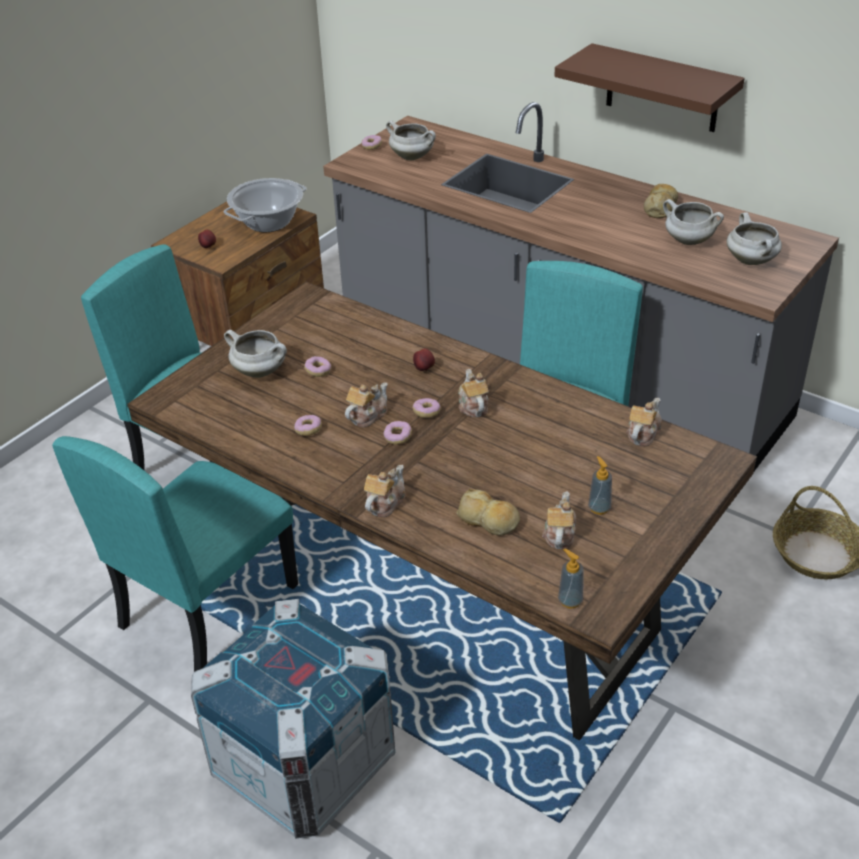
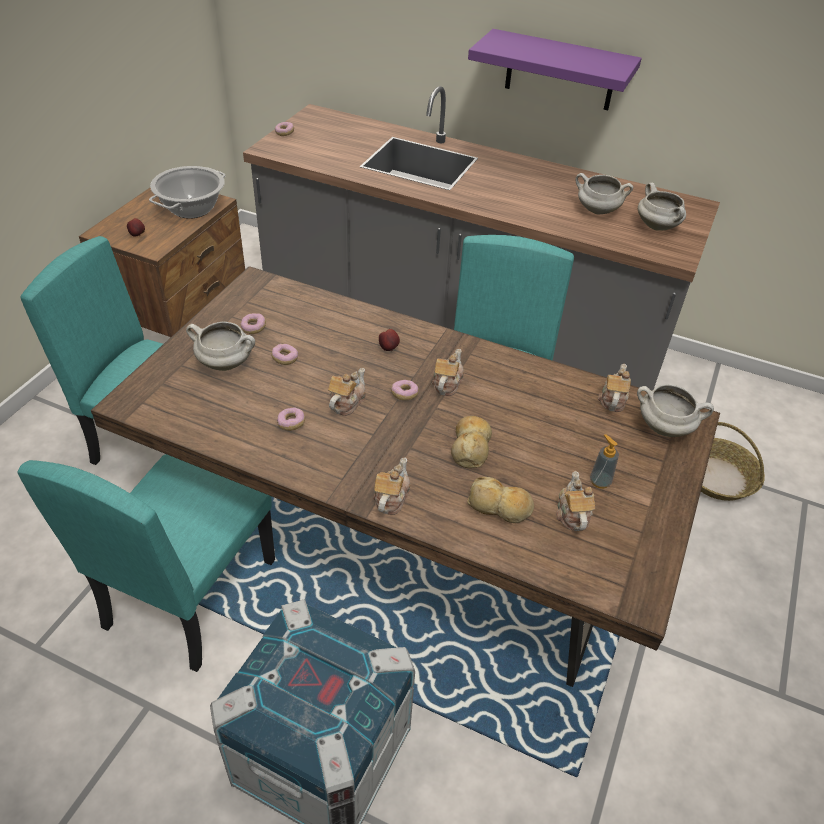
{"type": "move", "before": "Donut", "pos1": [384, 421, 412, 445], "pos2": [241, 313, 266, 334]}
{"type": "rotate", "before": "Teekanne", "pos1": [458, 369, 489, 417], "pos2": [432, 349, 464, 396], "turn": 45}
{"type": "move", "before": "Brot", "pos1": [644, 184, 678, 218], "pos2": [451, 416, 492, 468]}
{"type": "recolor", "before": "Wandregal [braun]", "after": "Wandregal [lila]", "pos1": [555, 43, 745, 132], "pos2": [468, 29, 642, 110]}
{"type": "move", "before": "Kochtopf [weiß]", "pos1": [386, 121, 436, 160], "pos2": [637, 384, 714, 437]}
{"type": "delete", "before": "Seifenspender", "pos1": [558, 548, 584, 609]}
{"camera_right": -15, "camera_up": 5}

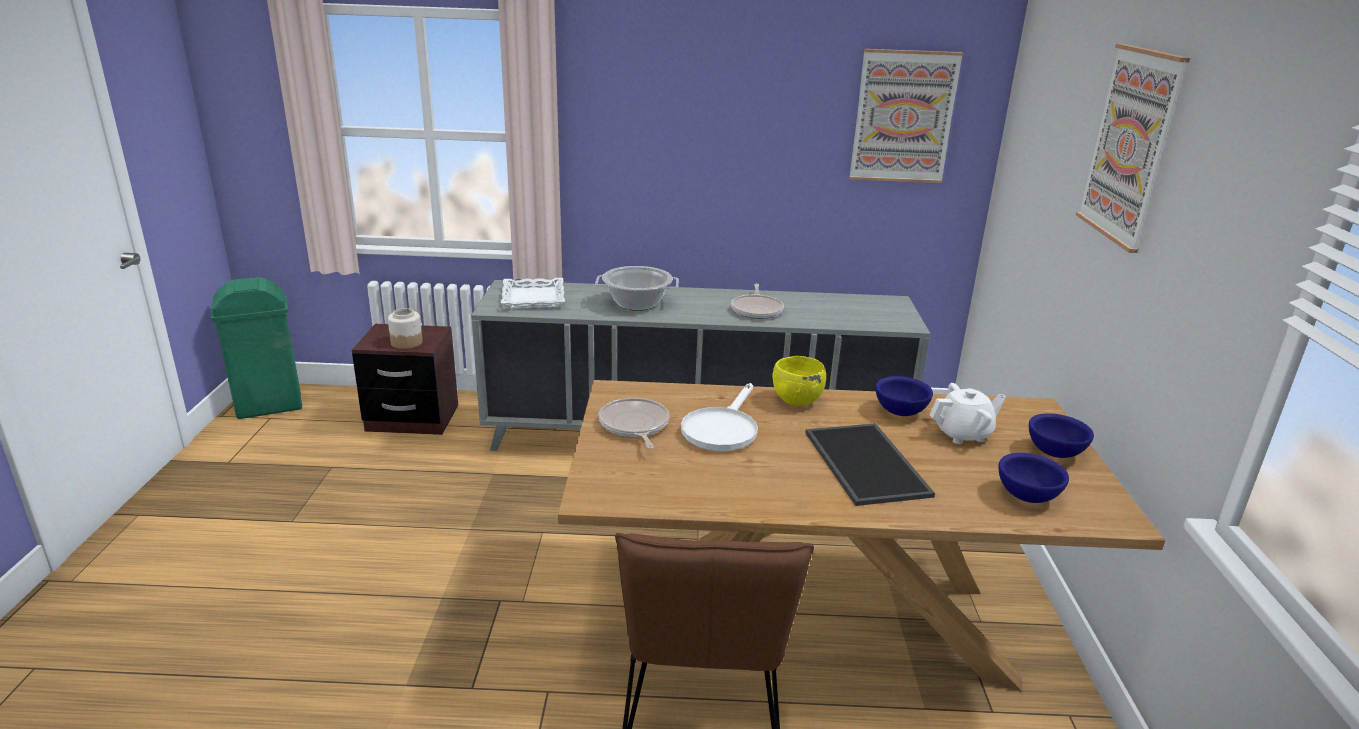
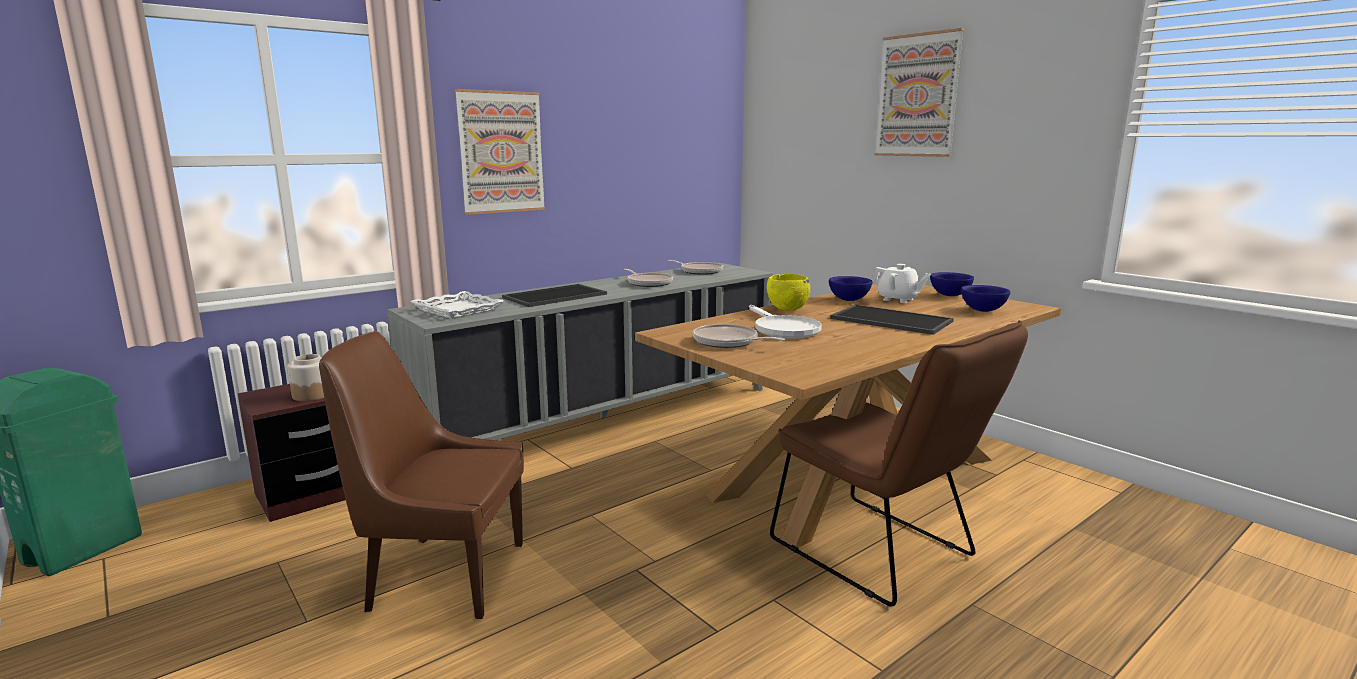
{"type": "insert", "after": "Stuhl [braun]", "pos2": [319, 331, 524, 619]}
{"type": "move", "before": "Bild", "pos1": [849, 49, 963, 183], "pos2": [455, 89, 545, 215]}
{"type": "replace", "before": "Kochtopf", "after": "Tablett", "pos1": [595, 266, 679, 311], "pos2": [502, 284, 607, 307]}
{"type": "insert", "after": "Pfanne", "pos2": [668, 260, 723, 275]}
{"type": "rotate", "before": "Teekanne [weiß]", "pos1": [929, 383, 1006, 444], "pos2": [872, 264, 931, 303], "turn": 90}
{"camera_right": -40, "camera_up": -10}

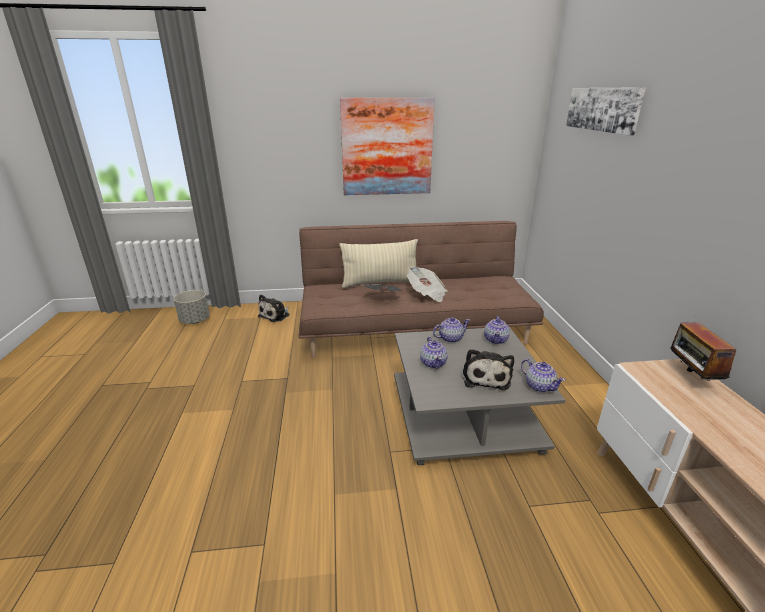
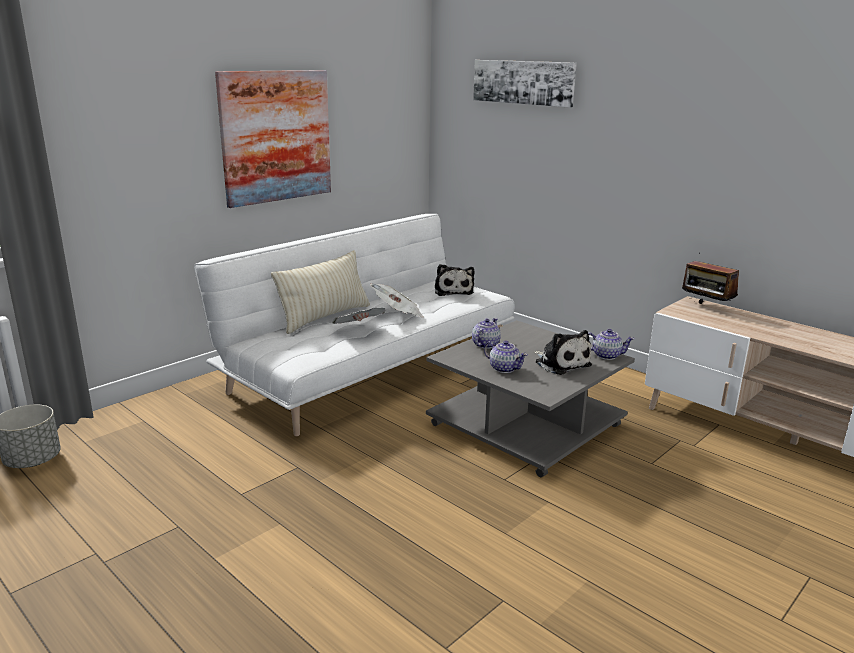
{"type": "recolor", "before": "Sofa [braun]", "after": "Sofa [weiß]", "pos1": [298, 221, 544, 358], "pos2": [194, 214, 514, 436]}
{"type": "move", "before": "Plüschtier", "pos1": [258, 295, 289, 322], "pos2": [435, 264, 474, 296]}
{"type": "delete", "before": "Teekanne", "pos1": [484, 316, 510, 344]}
{"camera_right": -40, "camera_up": -5}

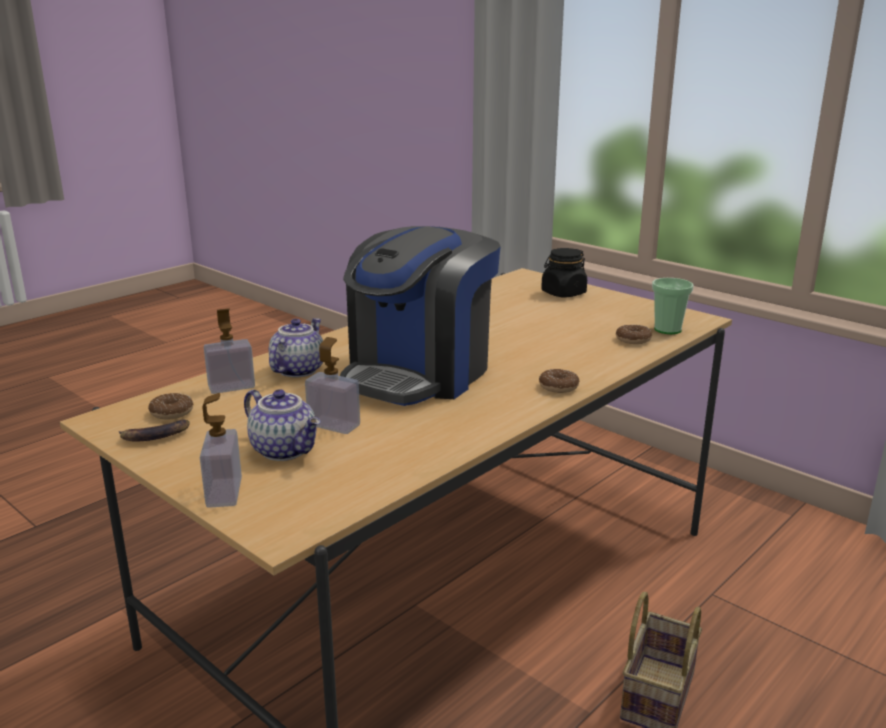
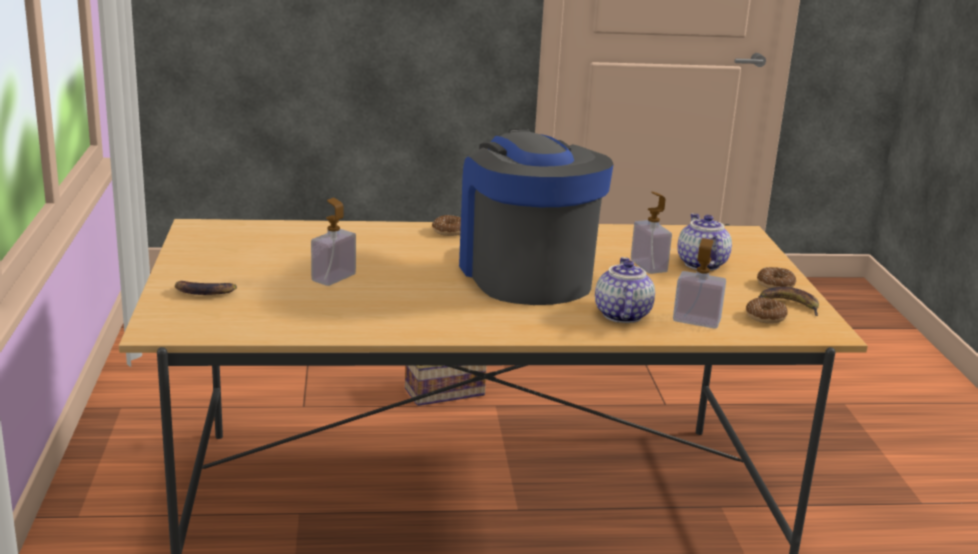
{"type": "replace", "before": "Vorratsglas [schwarz]", "after": "Banane", "pos1": [541, 248, 587, 298], "pos2": [175, 281, 237, 295]}
{"type": "move", "before": "Seifenspender", "pos1": [200, 393, 242, 508], "pos2": [311, 198, 356, 286]}
{"type": "rotate", "before": "Kaffeemaschine", "pos1": [340, 226, 501, 406], "pos2": [459, 129, 614, 305], "turn": -90}
{"type": "rotate", "before": "Teekanne", "pos1": [269, 318, 323, 377], "pos2": [595, 257, 655, 323], "turn": 120}
{"type": "move", "before": "Donut", "pos1": [616, 325, 652, 344], "pos2": [757, 267, 796, 289]}
{"type": "delete", "before": "Tasse", "pos1": [652, 278, 694, 334]}
{"camera_right": -140, "camera_up": 0}

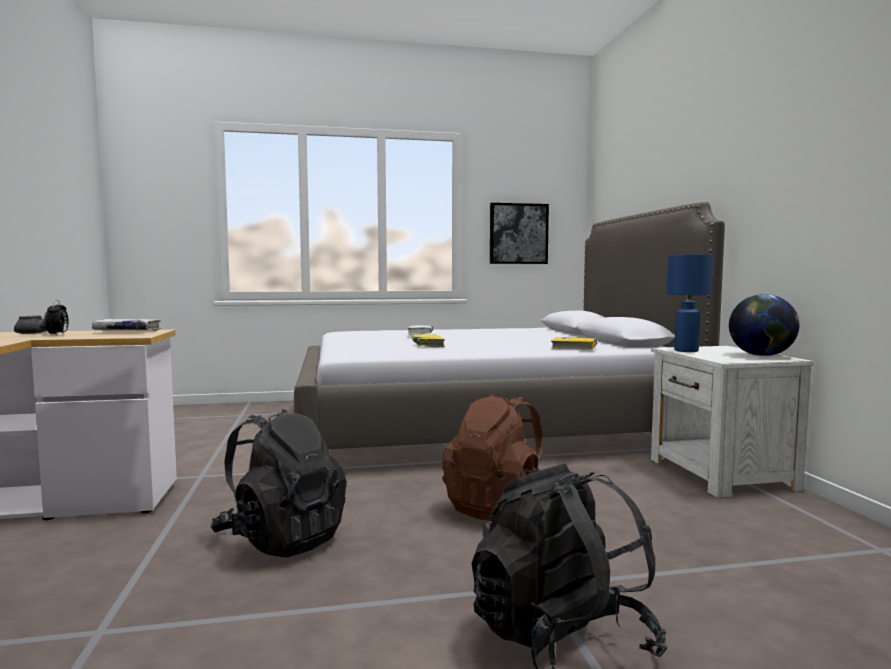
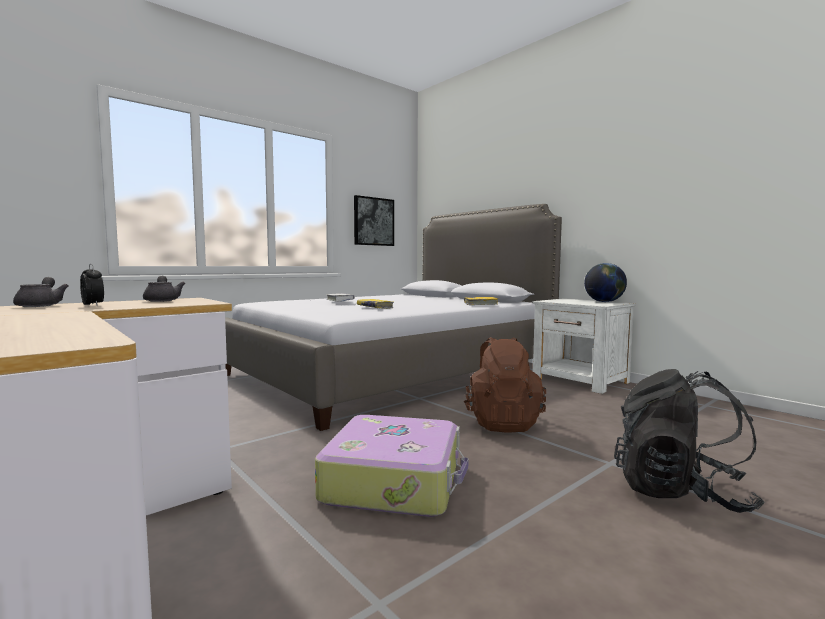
{"type": "replace", "before": "Buch [weiß]", "after": "Teekanne [grau]", "pos1": [92, 319, 161, 331], "pos2": [143, 276, 185, 302]}
{"type": "replace", "before": "Rucksack [schwarz]", "after": "Koffer", "pos1": [210, 409, 347, 557], "pos2": [315, 415, 468, 517]}
{"type": "delete", "before": "Tischlampe [blau]", "pos1": [667, 254, 713, 352]}
{"camera_right": -30, "camera_up": 0}

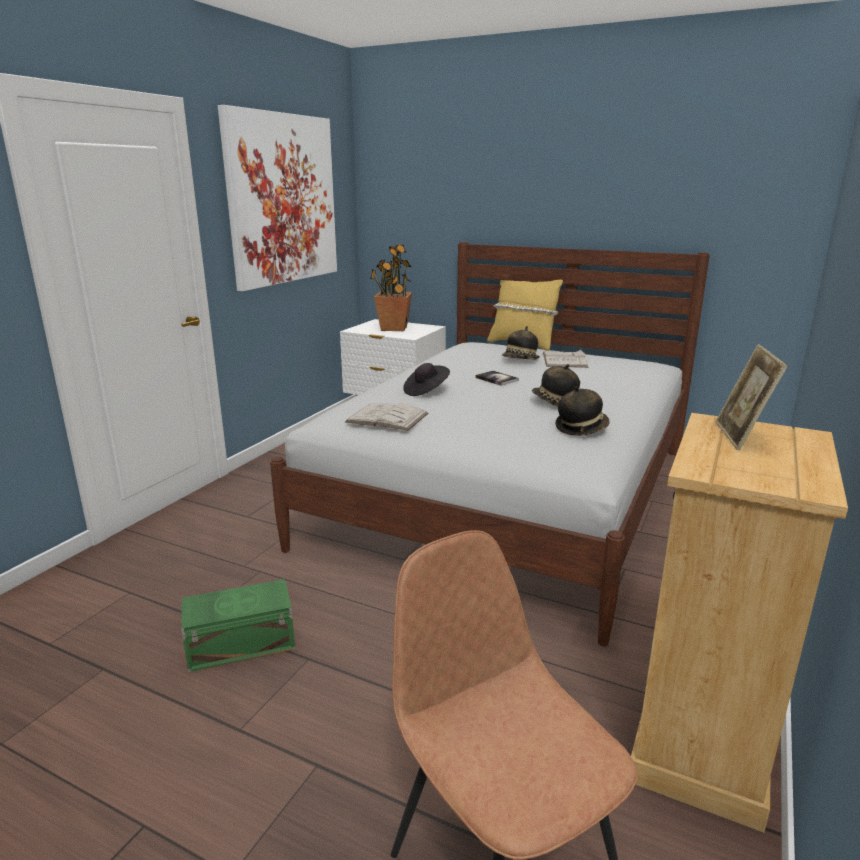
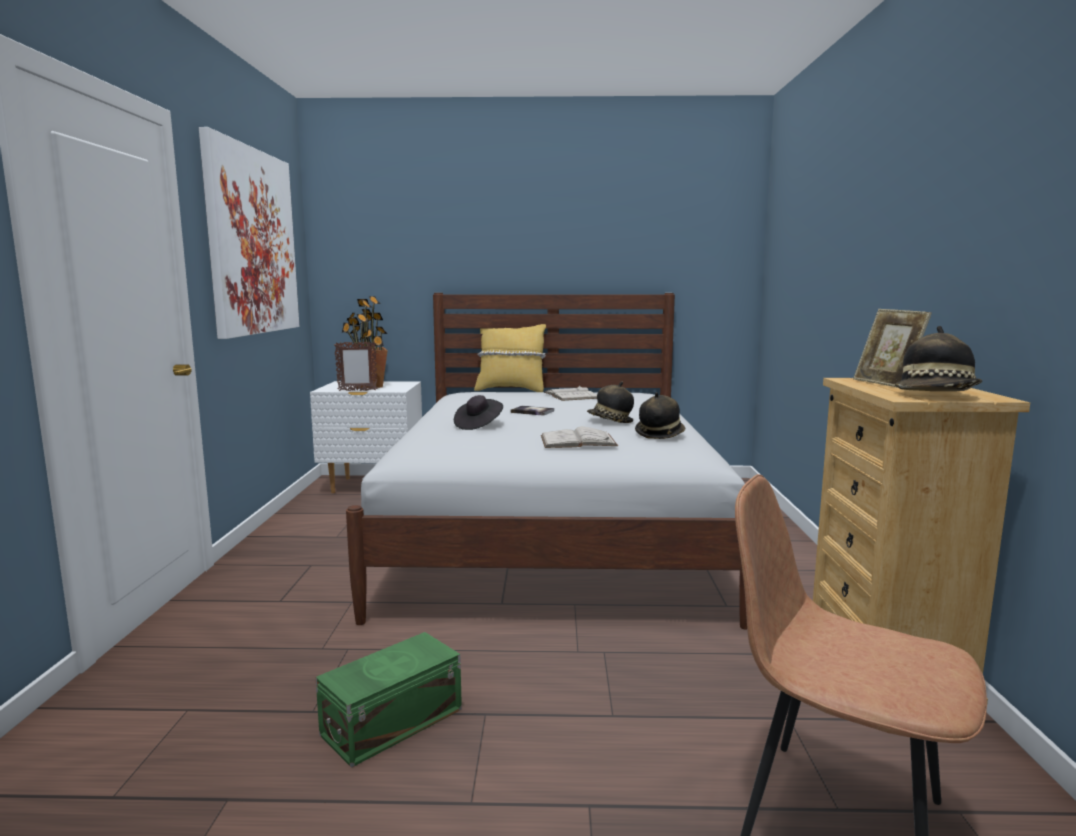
{"type": "insert", "after": "Bilderrahmen", "pos2": [334, 341, 378, 391]}
{"type": "move", "before": "Buch [weiß]", "pos1": [345, 403, 428, 431], "pos2": [541, 426, 618, 448]}
{"type": "move", "before": "Hut", "pos1": [502, 326, 540, 360], "pos2": [895, 326, 982, 391]}
{"camera_right": -25, "camera_up": -10}

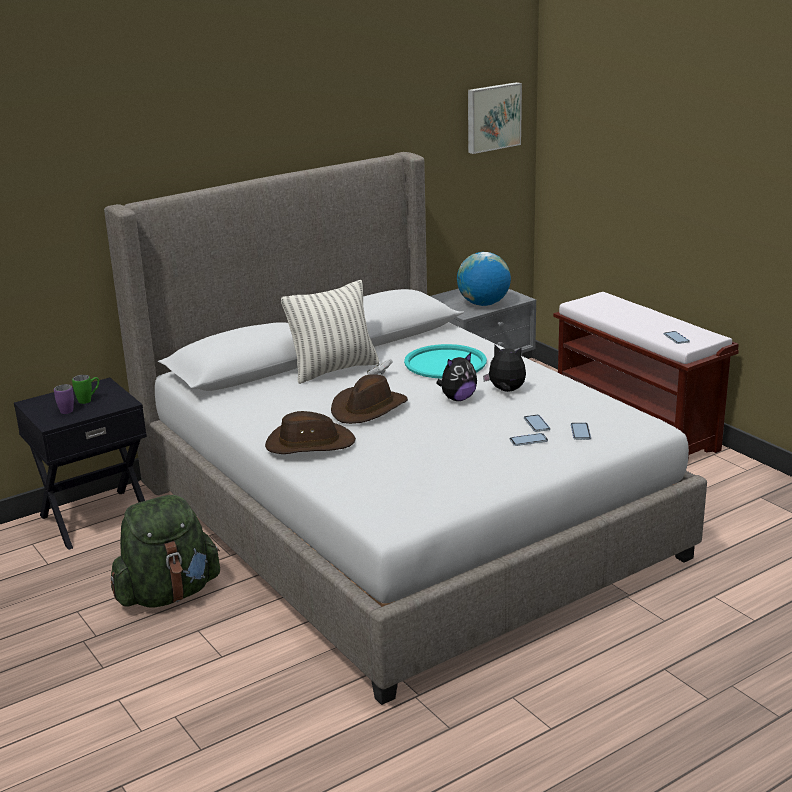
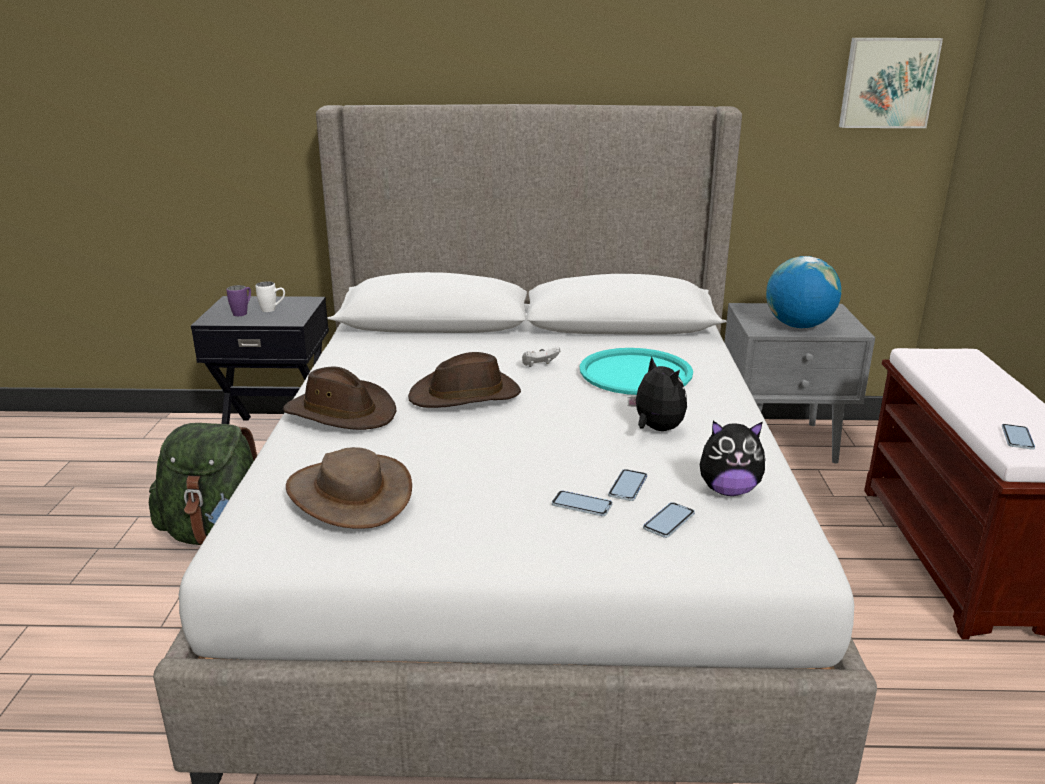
{"type": "recolor", "before": "Henkelbecher [grün]", "after": "Henkelbecher [weiß]", "pos1": [72, 375, 99, 404], "pos2": [255, 281, 285, 312]}
{"type": "insert", "after": "Hut [braun]", "pos2": [286, 447, 412, 529]}
{"type": "move", "before": "Plüschtier", "pos1": [436, 353, 477, 401], "pos2": [700, 421, 766, 496]}
{"type": "delete", "before": "Kissen", "pos1": [281, 280, 379, 384]}
{"camera_right": 35, "camera_up": 0}

